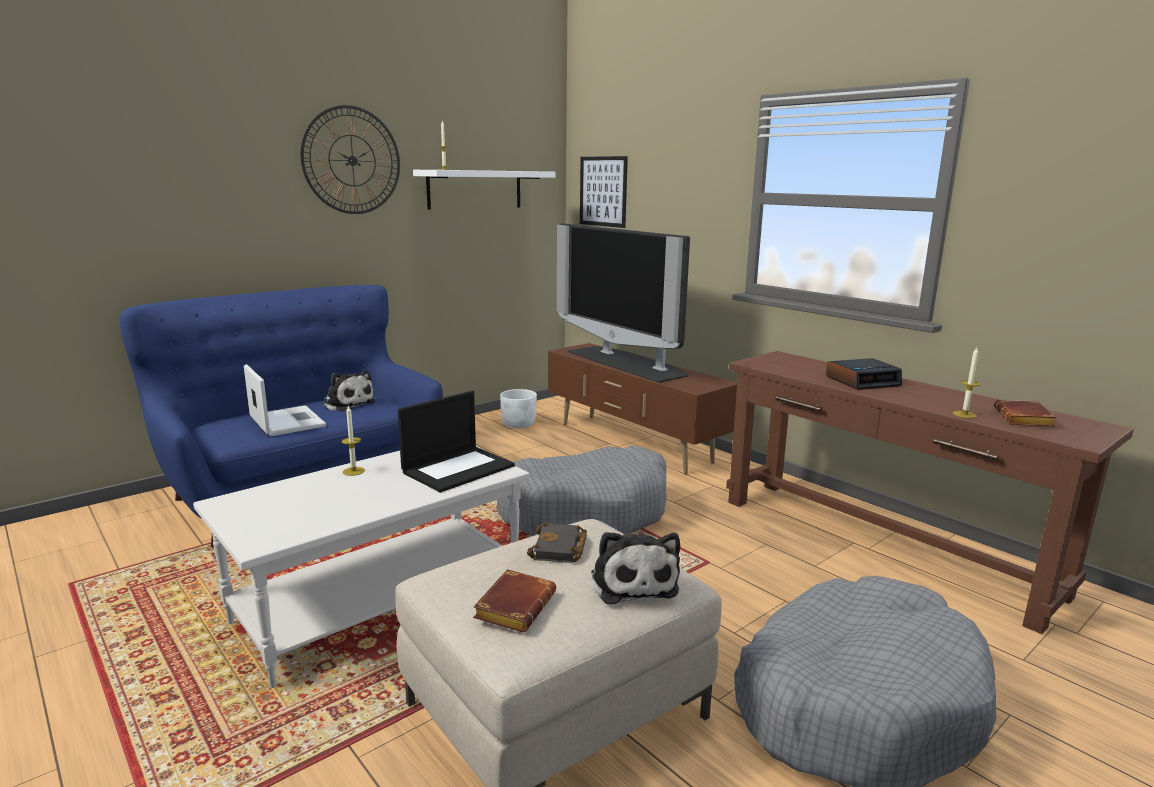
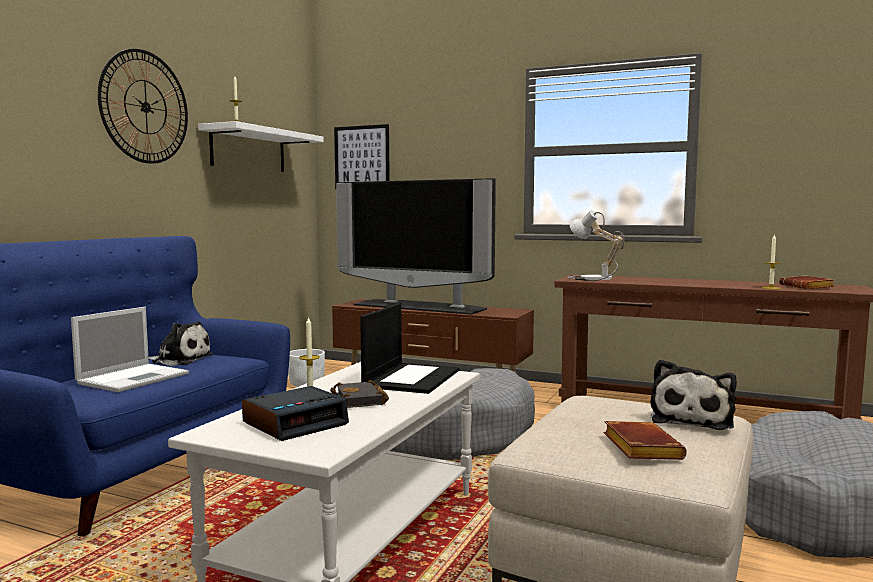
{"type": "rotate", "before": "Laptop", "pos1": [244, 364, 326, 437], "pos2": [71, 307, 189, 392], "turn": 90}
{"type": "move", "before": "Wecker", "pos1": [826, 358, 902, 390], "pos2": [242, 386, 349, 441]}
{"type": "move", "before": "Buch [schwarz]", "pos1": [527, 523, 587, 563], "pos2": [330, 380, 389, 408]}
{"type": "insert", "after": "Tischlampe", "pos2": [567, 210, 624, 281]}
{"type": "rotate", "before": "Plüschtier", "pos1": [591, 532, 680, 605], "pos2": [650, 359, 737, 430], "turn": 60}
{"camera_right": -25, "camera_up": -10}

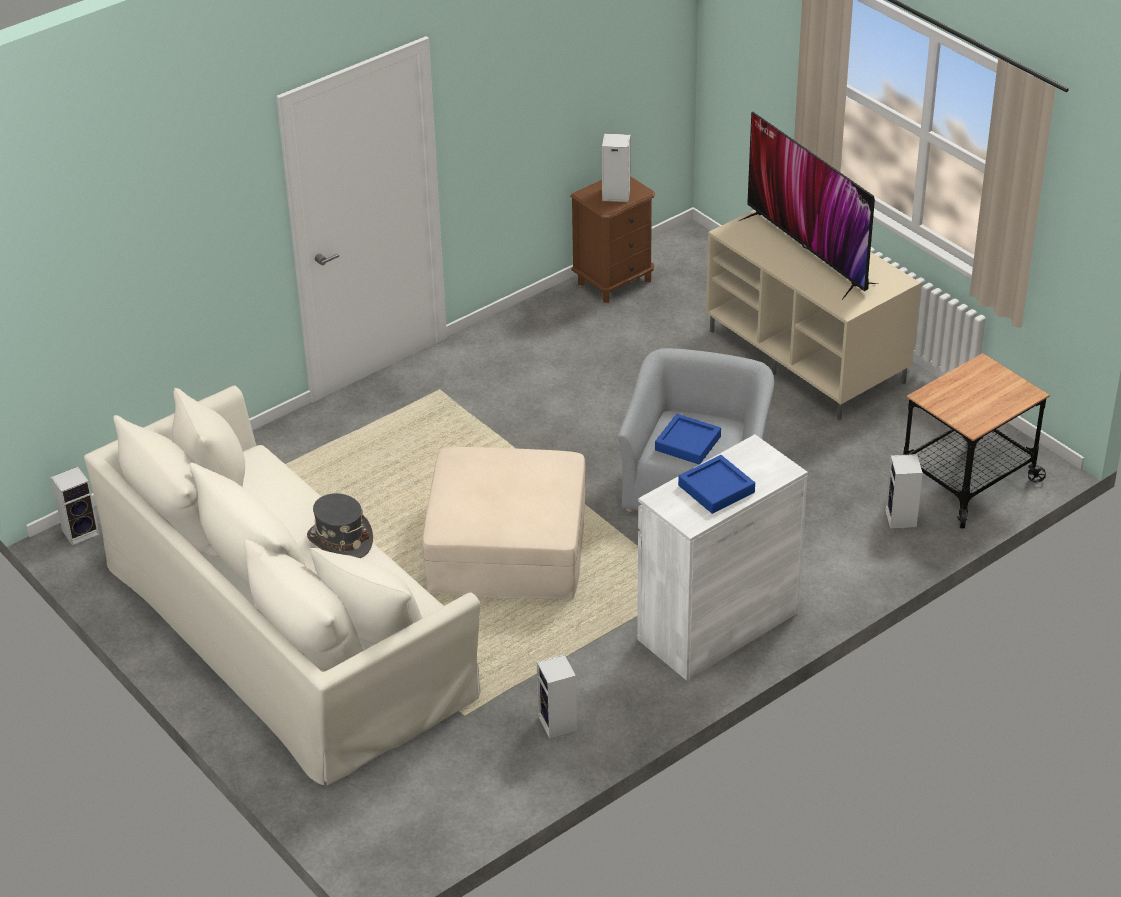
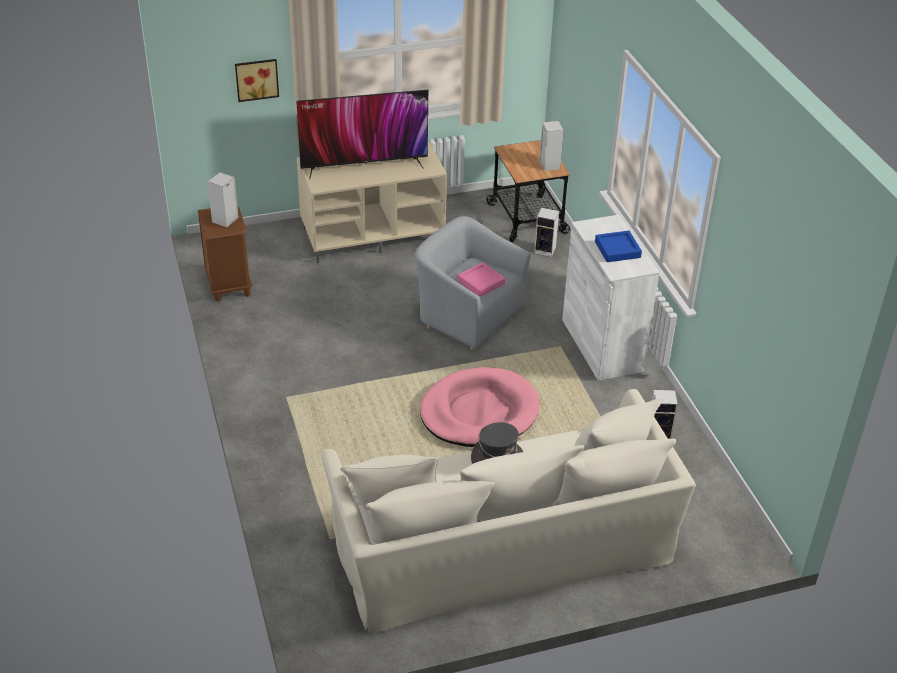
{"type": "insert", "after": "Bild", "pos2": [235, 59, 279, 102]}
{"type": "replace", "before": "Polsterhocker [beige]", "after": "Hundebett [rosa]", "pos1": [422, 447, 585, 599], "pos2": [420, 367, 539, 447]}
{"type": "recolor", "before": "Tablett [blau]", "after": "Tablett [rosa]", "pos1": [655, 414, 721, 465], "pos2": [457, 262, 505, 297]}
{"type": "move", "before": "Lautsprecher", "pos1": [51, 467, 99, 545], "pos2": [540, 121, 564, 171]}
{"camera_right": -70, "camera_up": 0}

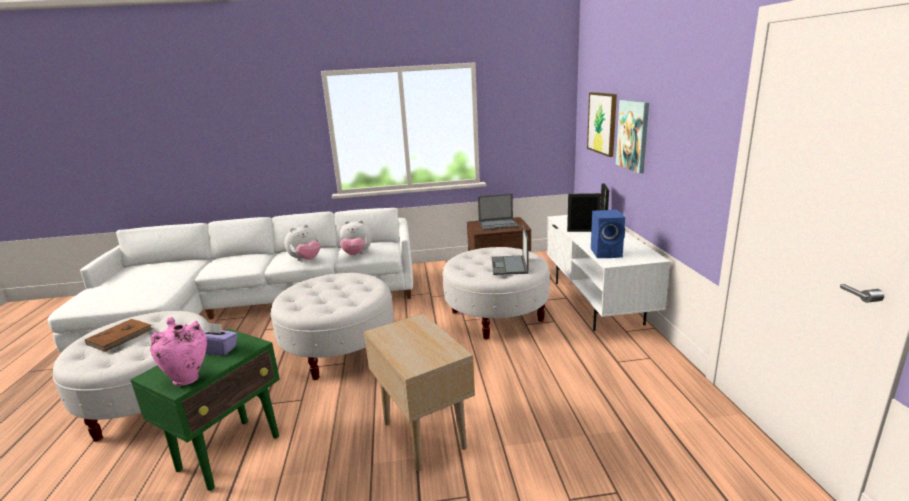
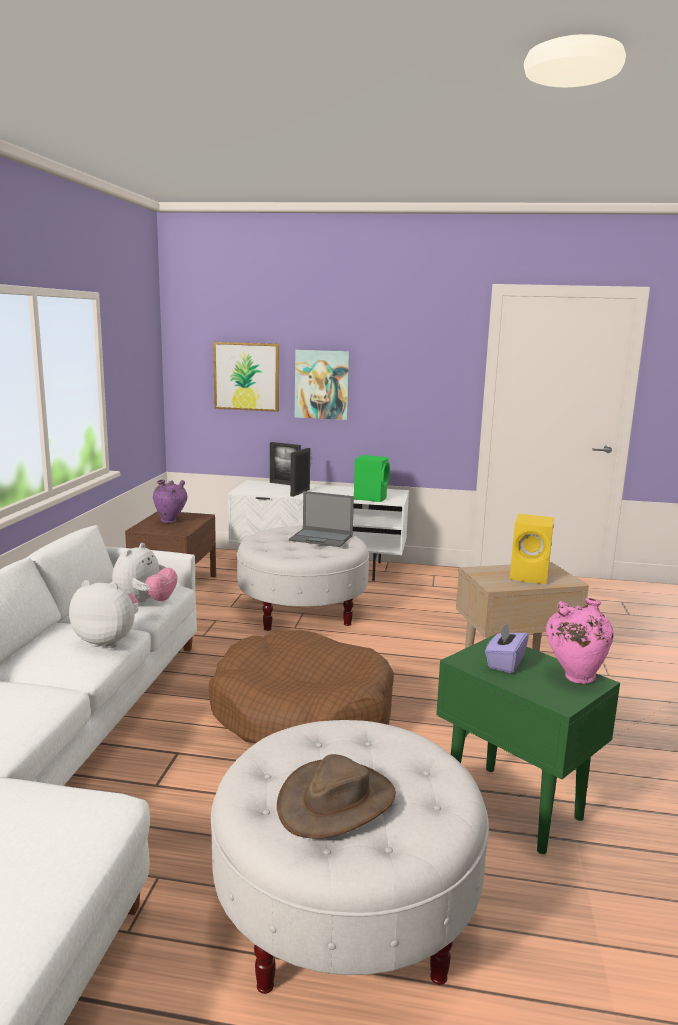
{"type": "rotate", "before": "Plüschtier", "pos1": [285, 225, 321, 261], "pos2": [69, 580, 139, 648], "turn": -60}
{"type": "replace", "before": "Laptop", "after": "Vase [lila]", "pos1": [478, 194, 519, 230], "pos2": [153, 480, 187, 523]}
{"type": "replace", "before": "Polsterhocker [weiß]", "after": "Hundebett [braun]", "pos1": [271, 273, 394, 380], "pos2": [209, 630, 394, 743]}
{"type": "replace", "before": "Buch [braun]", "after": "Hut [braun]", "pos1": [85, 319, 154, 352], "pos2": [277, 754, 396, 839]}
{"type": "recolor", "before": "Lautsprecher [blau]", "after": "Lautsprecher [grün]", "pos1": [591, 210, 625, 258], "pos2": [354, 455, 390, 502]}
{"type": "insert", "after": "Lautsprecher [gelb]", "pos2": [510, 514, 554, 584]}
{"camera_right": -75, "camera_up": -5}

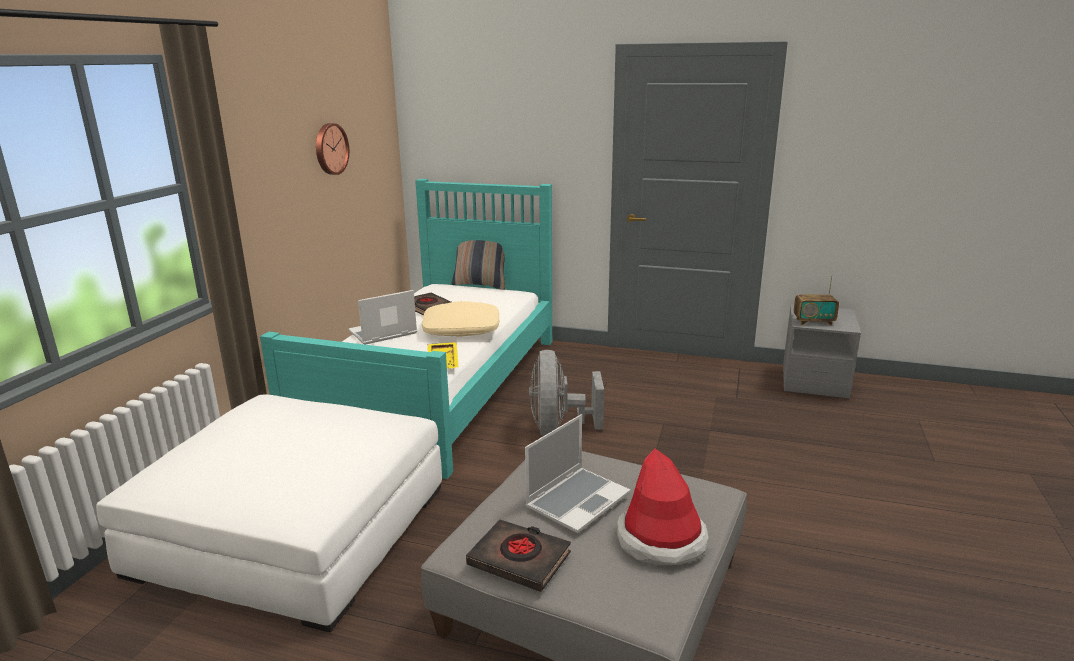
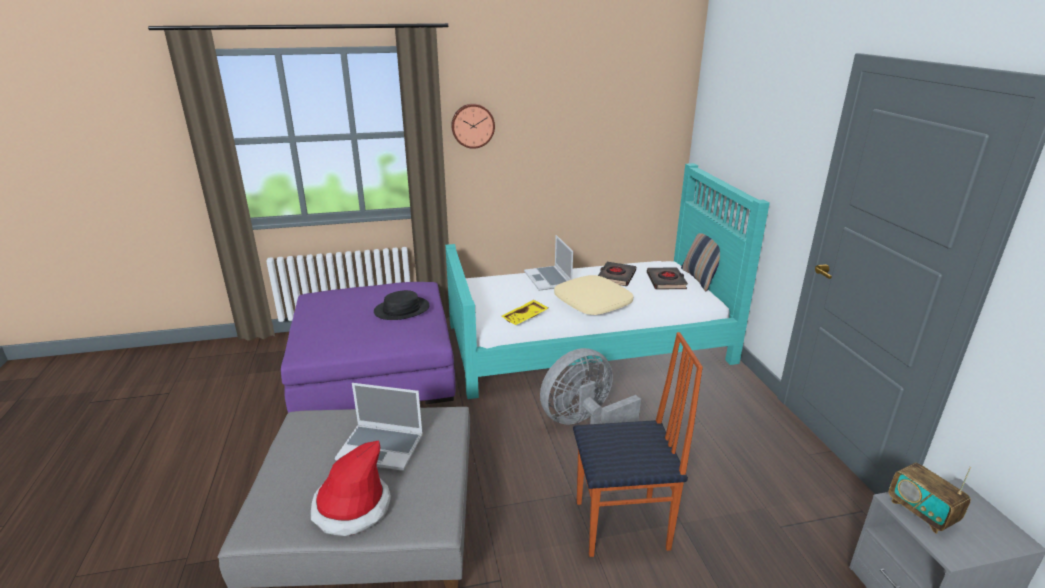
{"type": "recolor", "before": "Polsterhocker [weiß]", "after": "Polsterhocker [lila]", "pos1": [96, 395, 442, 632], "pos2": [281, 282, 455, 413]}
{"type": "insert", "after": "Hut [schwarz]", "pos2": [374, 290, 430, 320]}
{"type": "move", "before": "Wanduhr", "pos1": [316, 123, 349, 175], "pos2": [451, 104, 495, 149]}
{"type": "rotate", "before": "Laptop", "pos1": [348, 290, 417, 345], "pos2": [524, 235, 573, 291], "turn": -135}
{"type": "insert", "after": "Stuhl", "pos2": [573, 332, 703, 557]}
{"type": "move", "before": "Buch [schwarz]", "pos1": [466, 520, 571, 592], "pos2": [647, 267, 688, 290]}
{"camera_right": 60, "camera_up": 5}

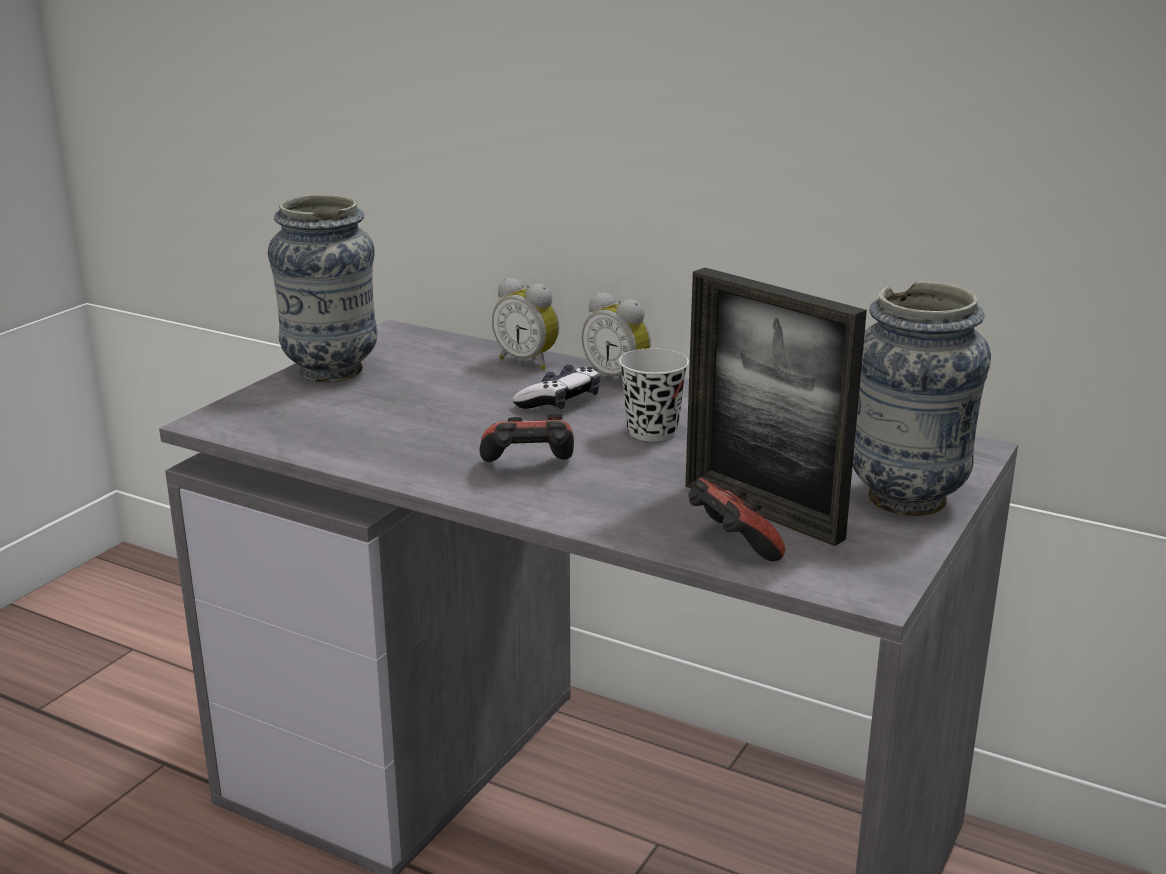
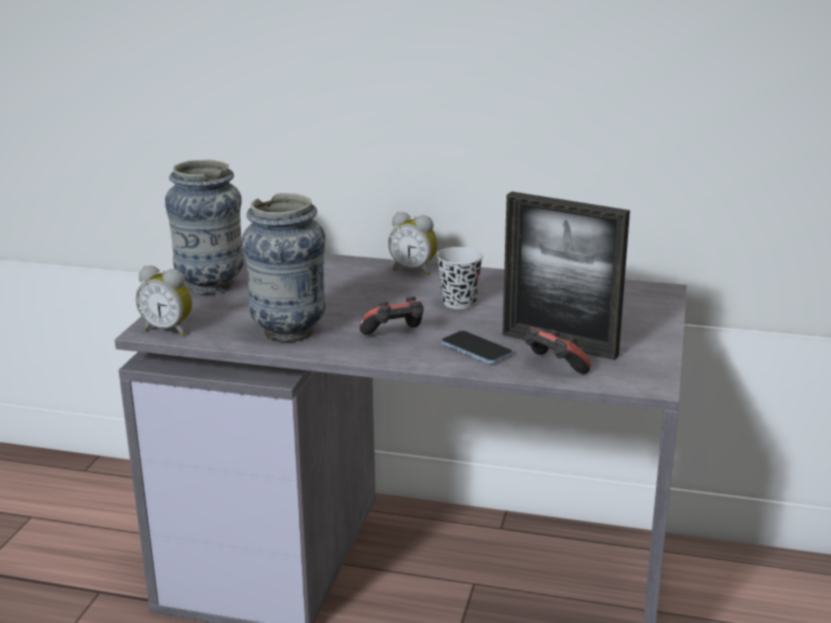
{"type": "move", "before": "Wecker", "pos1": [492, 278, 559, 370], "pos2": [136, 266, 192, 336]}
{"type": "move", "before": "Vase", "pos1": [853, 281, 991, 516], "pos2": [242, 193, 326, 342]}
{"type": "insert", "after": "Handy", "pos2": [441, 330, 513, 364]}
{"type": "delete", "before": "Gamepad", "pos1": [512, 365, 600, 410]}
{"camera_right": -15, "camera_up": 0}

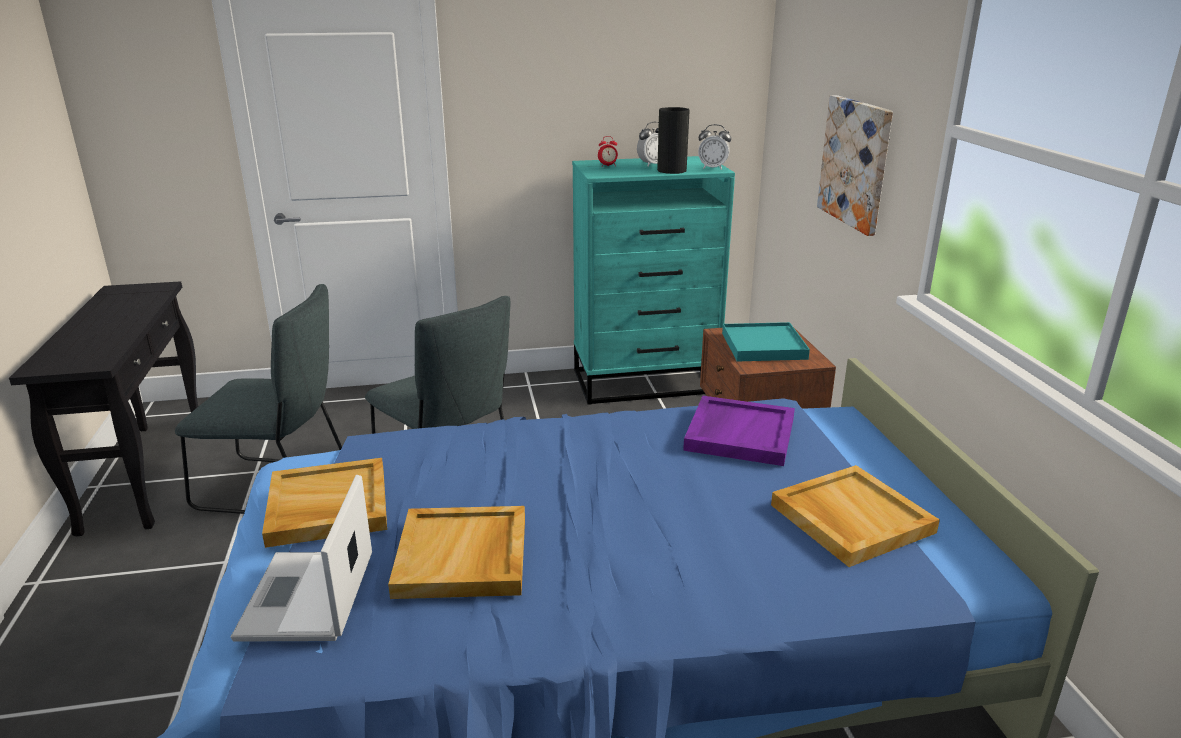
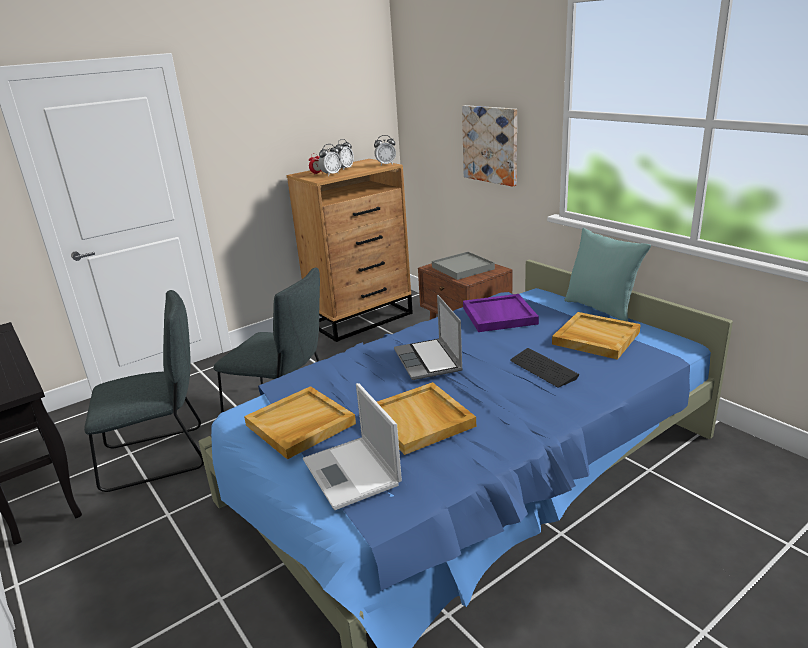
{"type": "recolor", "before": "Kommode [türkis]", "after": "Kommode [braun]", "pos1": [572, 156, 735, 405], "pos2": [287, 159, 413, 342]}
{"type": "insert", "after": "Wecker", "pos2": [319, 144, 342, 176]}
{"type": "insert", "after": "Laptop", "pos2": [394, 295, 463, 380]}
{"type": "recolor", "before": "Tablett [türkis]", "after": "Tablett [grau]", "pos1": [722, 322, 810, 361], "pos2": [432, 252, 495, 280]}
{"type": "insert", "after": "Tastatur", "pos2": [510, 348, 580, 387]}
{"type": "insert", "after": "Kissen [türkis]", "pos2": [564, 228, 651, 322]}
{"type": "delete", "before": "Vase", "pos1": [657, 107, 689, 174]}
{"camera_right": -25, "camera_up": 0}

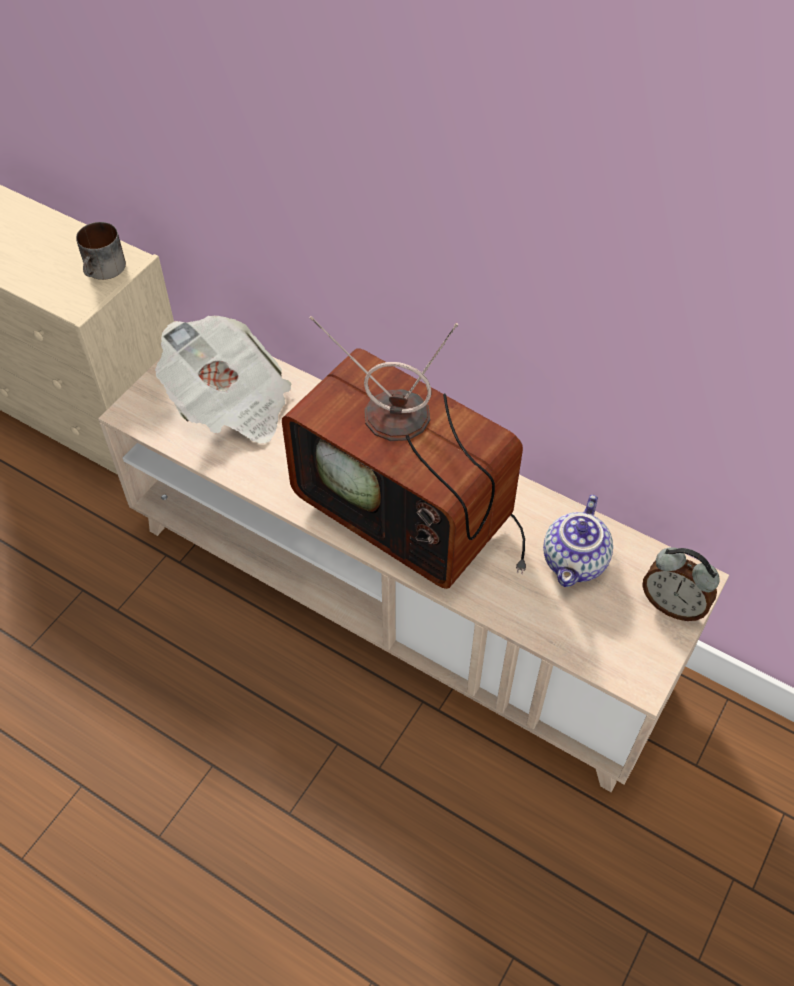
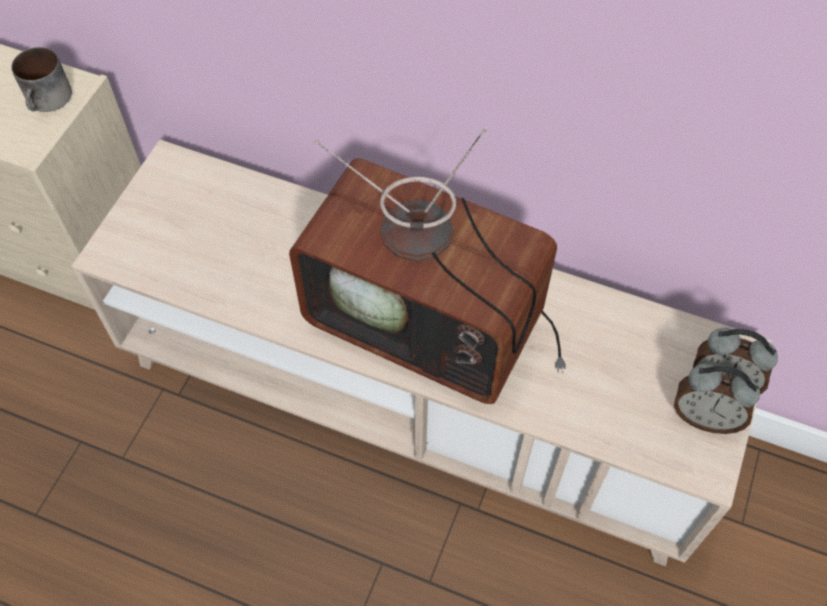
{"type": "insert", "after": "Wecker", "pos2": [674, 364, 760, 434]}
{"type": "delete", "before": "Zeitung", "pos1": [155, 316, 292, 444]}
{"type": "delete", "before": "Teekanne", "pos1": [543, 495, 613, 587]}
{"camera_right": -10, "camera_up": 5}

